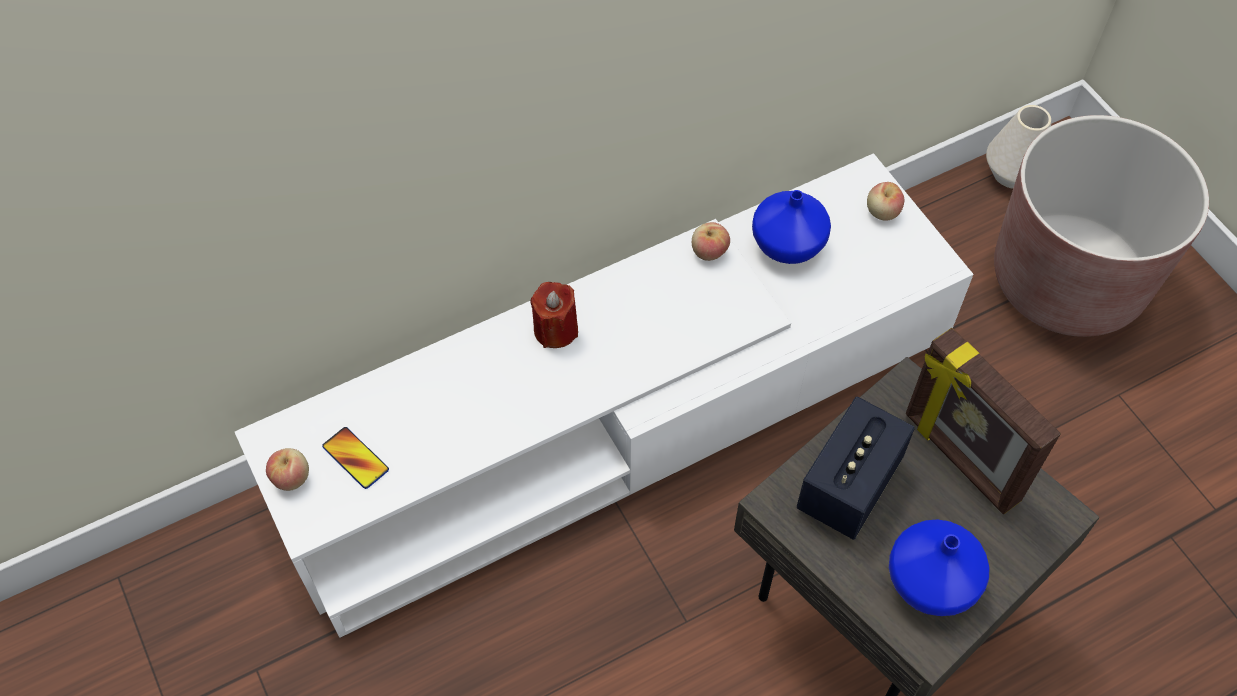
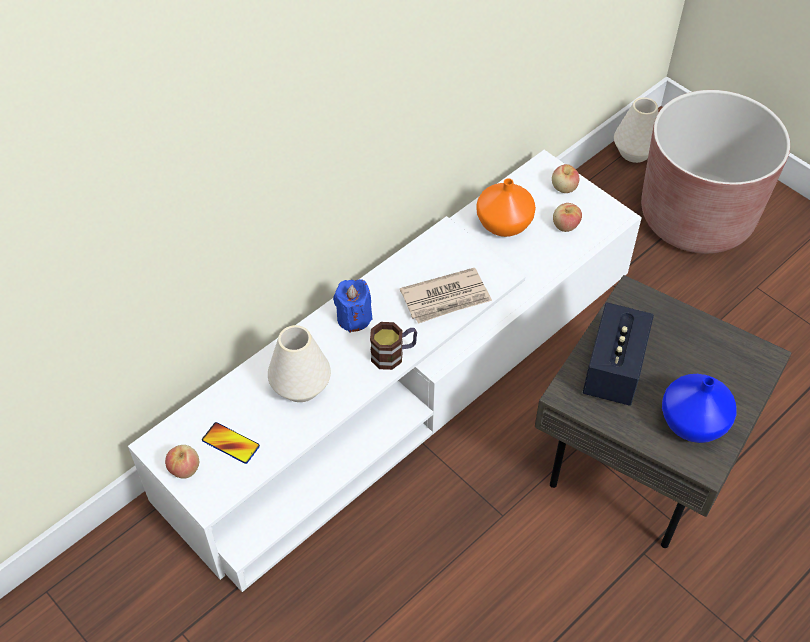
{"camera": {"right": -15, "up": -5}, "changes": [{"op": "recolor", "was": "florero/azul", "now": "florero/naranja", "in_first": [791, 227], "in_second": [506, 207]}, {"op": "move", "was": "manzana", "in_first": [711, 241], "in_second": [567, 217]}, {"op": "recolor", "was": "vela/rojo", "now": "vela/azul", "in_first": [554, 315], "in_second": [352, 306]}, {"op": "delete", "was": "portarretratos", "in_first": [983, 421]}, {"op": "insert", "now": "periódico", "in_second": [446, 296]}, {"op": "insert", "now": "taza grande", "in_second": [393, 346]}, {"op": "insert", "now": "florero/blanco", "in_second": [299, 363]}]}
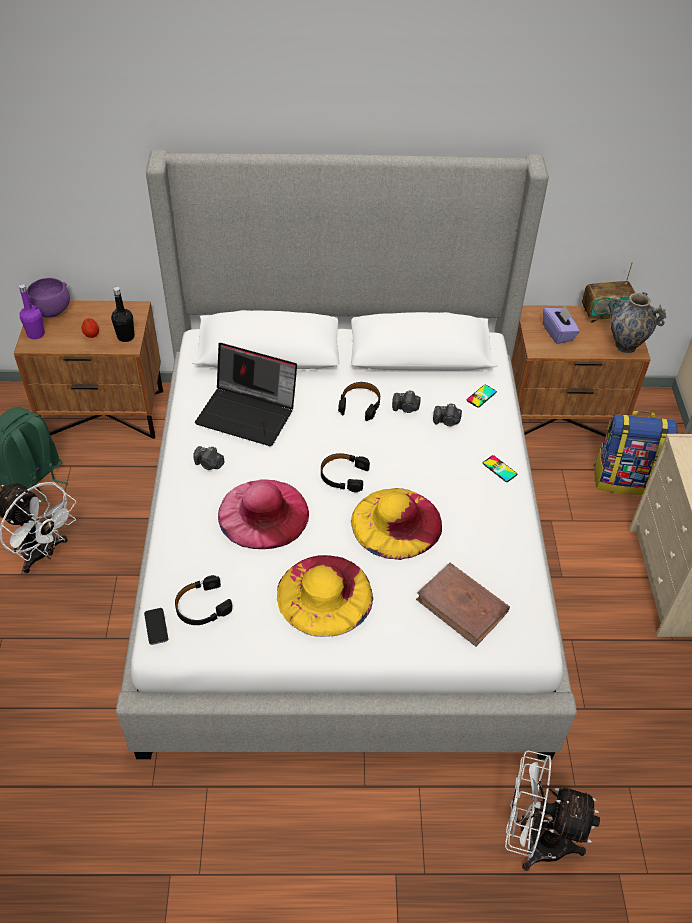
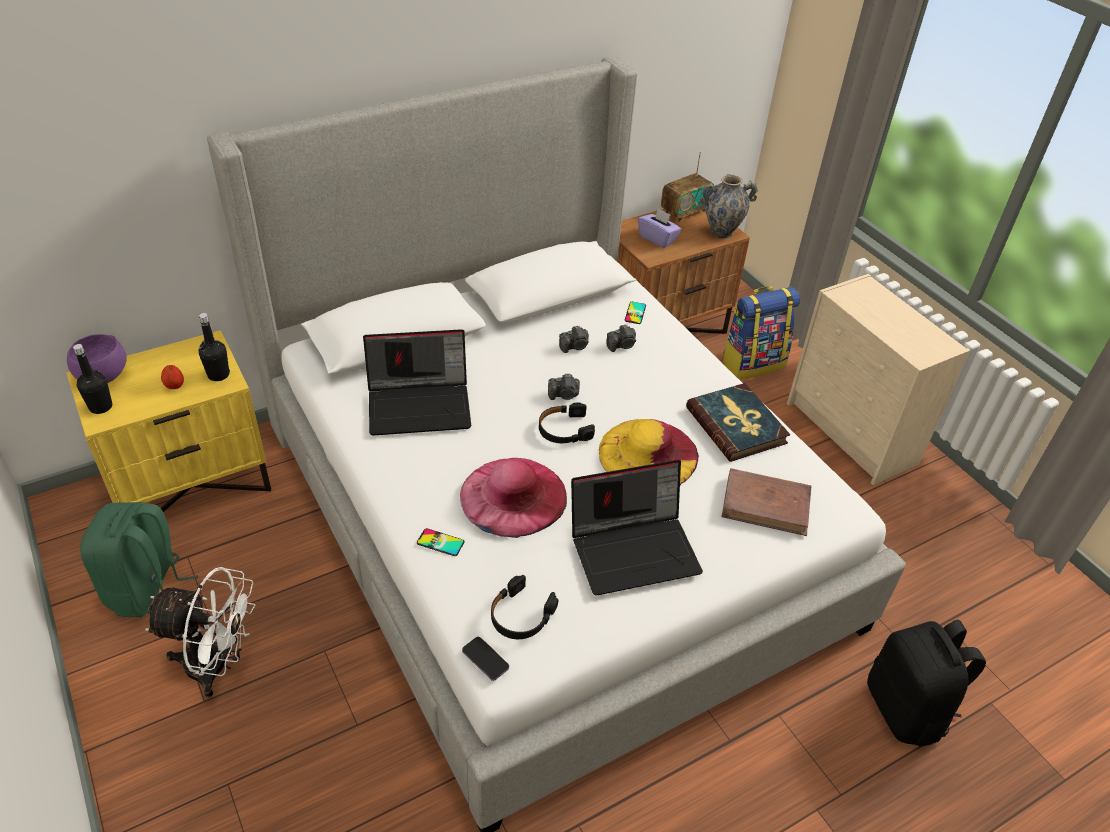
{"camera": {"right": -30, "up": -5}, "changes": [{"op": "recolor", "was": "botella/morado", "now": "botella/negro", "in_first": [32, 311], "in_second": [92, 379]}, {"op": "recolor", "was": "mesita de noche/marrón", "now": "mesita de noche/amarillo", "in_first": [88, 369], "in_second": [169, 421]}, {"op": "delete", "was": "auriculares/negro", "in_first": [359, 401]}, {"op": "move", "was": "cámara", "in_first": [209, 458], "in_second": [564, 387]}, {"op": "move", "was": "móvil", "in_first": [500, 468], "in_second": [441, 542]}, {"op": "replace", "was": "sombrero/amarillo", "now": "portátil", "in_first": [325, 596], "in_second": [637, 528]}, {"op": "replace", "was": "ventilador/blanco", "now": "mochila/negro", "in_first": [552, 811], "in_second": [926, 683]}, {"op": "insert", "now": "libro", "in_second": [738, 422]}]}
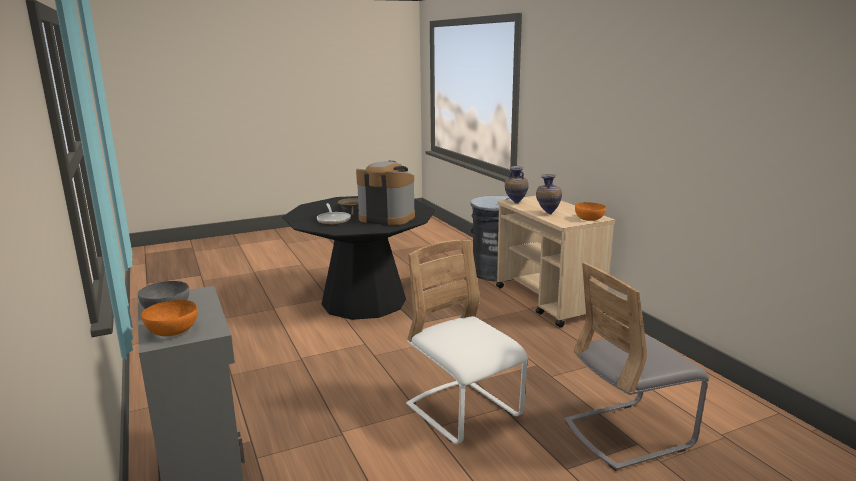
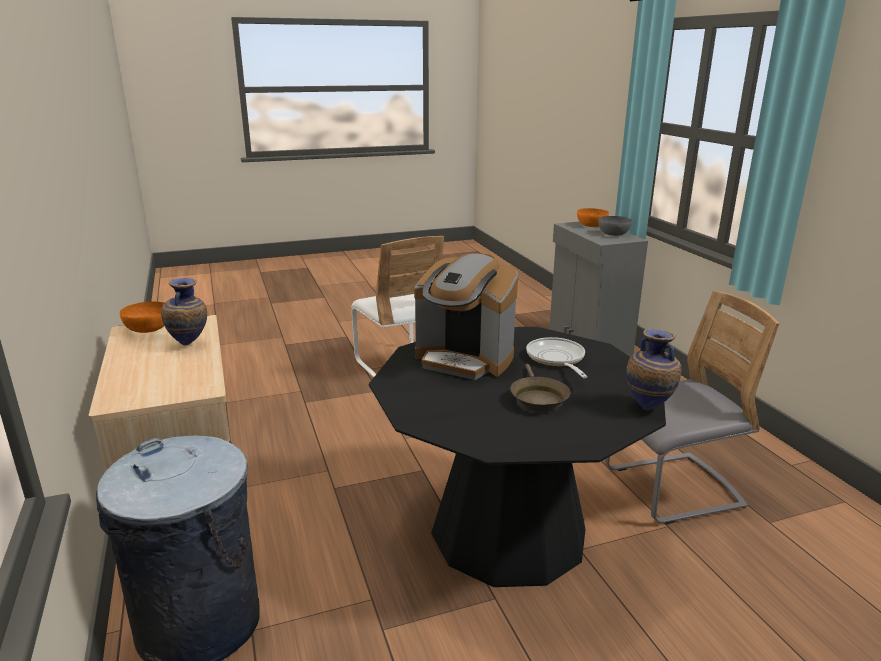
{"camera": {"right": -175, "up": 5}, "changes": [{"op": "move", "was": "florero", "in_first": [517, 184], "in_second": [654, 370]}, {"op": "move", "was": "silla/gris", "in_first": [637, 366], "in_second": [692, 407]}]}
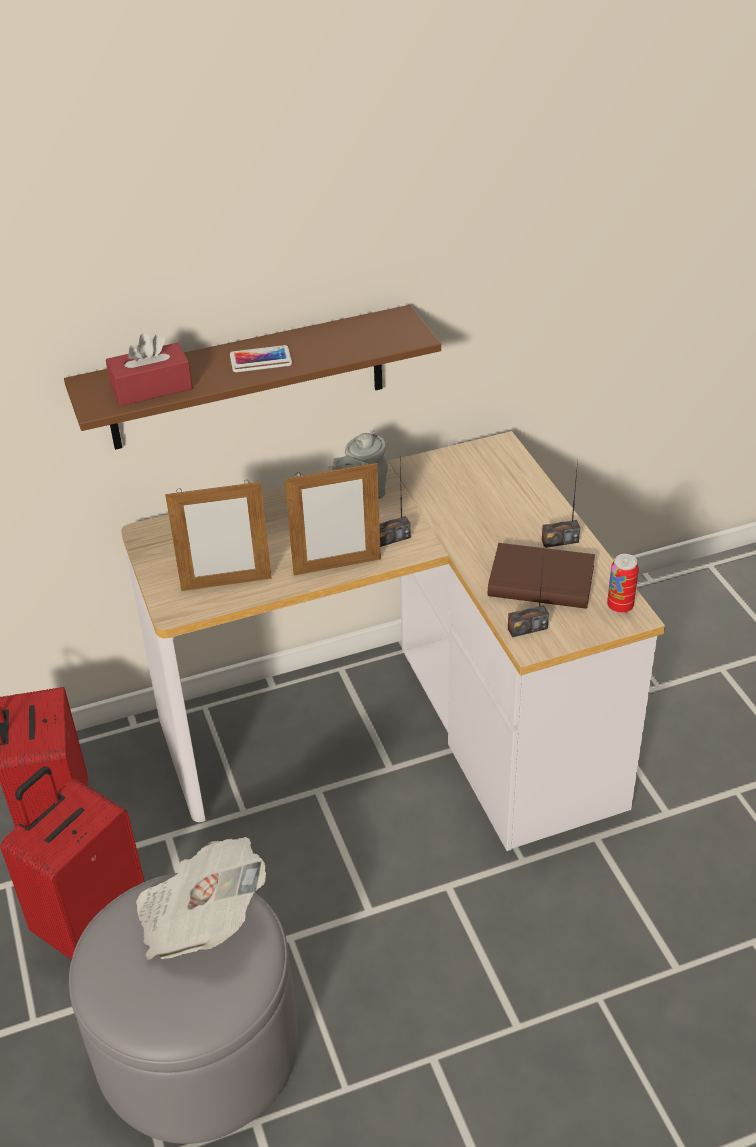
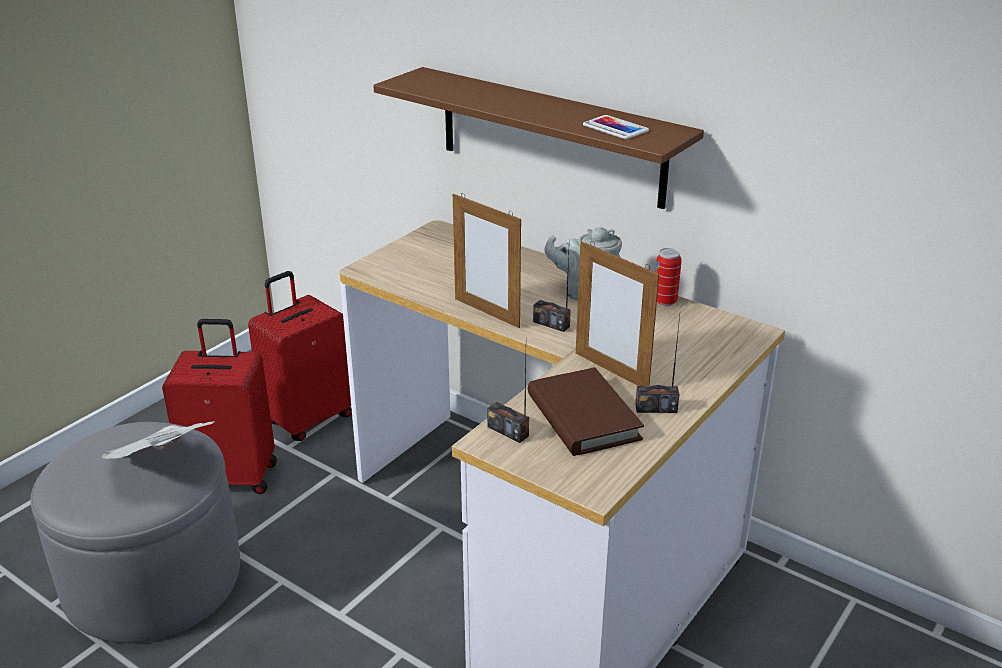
{"camera": {"right": 55, "up": -10}, "changes": [{"op": "delete", "was": "caja de pañuelos/rojo", "in_first": [149, 369]}, {"op": "move", "was": "móvil", "in_first": [261, 358], "in_second": [616, 127]}, {"op": "rotate", "was": "radio", "in_first": [561, 504], "in_second": [657, 364], "clockwise": -45}, {"op": "move", "was": "portarretratos", "in_first": [218, 535], "in_second": [617, 313]}, {"op": "move", "was": "lata", "in_first": [623, 584], "in_second": [669, 277]}]}
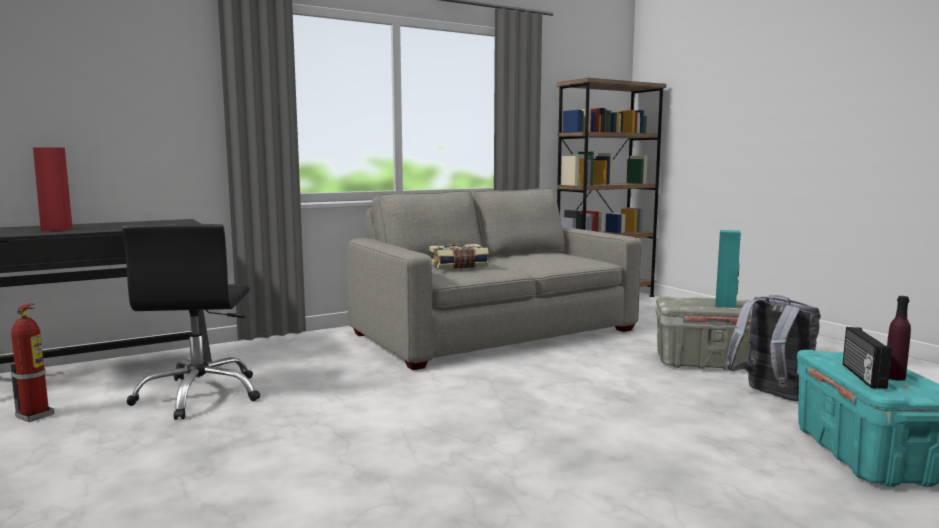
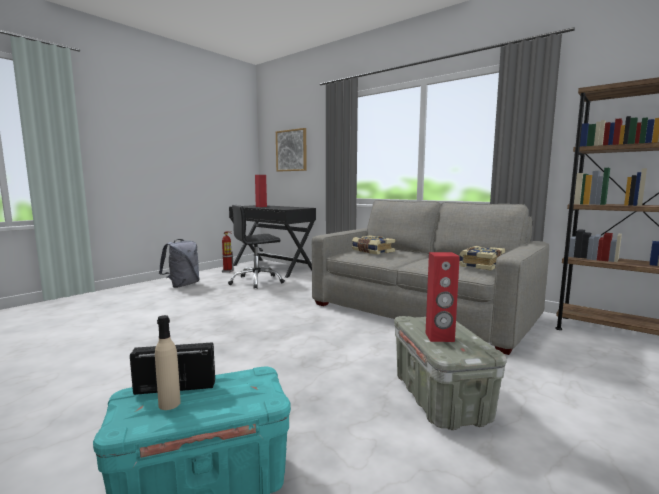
{"camera": {"right": 70, "up": 0}, "changes": [{"op": "recolor", "was": "altavoz/turquesa", "now": "altavoz/rojo", "in_first": [728, 269], "in_second": [443, 297]}, {"op": "move", "was": "mochila/gris", "in_first": [773, 348], "in_second": [179, 263]}, {"op": "recolor", "was": "botella/morado", "now": "botella/beis", "in_first": [899, 338], "in_second": [168, 362]}, {"op": "insert", "now": "cuadro", "in_second": [291, 150]}, {"op": "insert", "now": "libro", "in_second": [482, 258]}]}
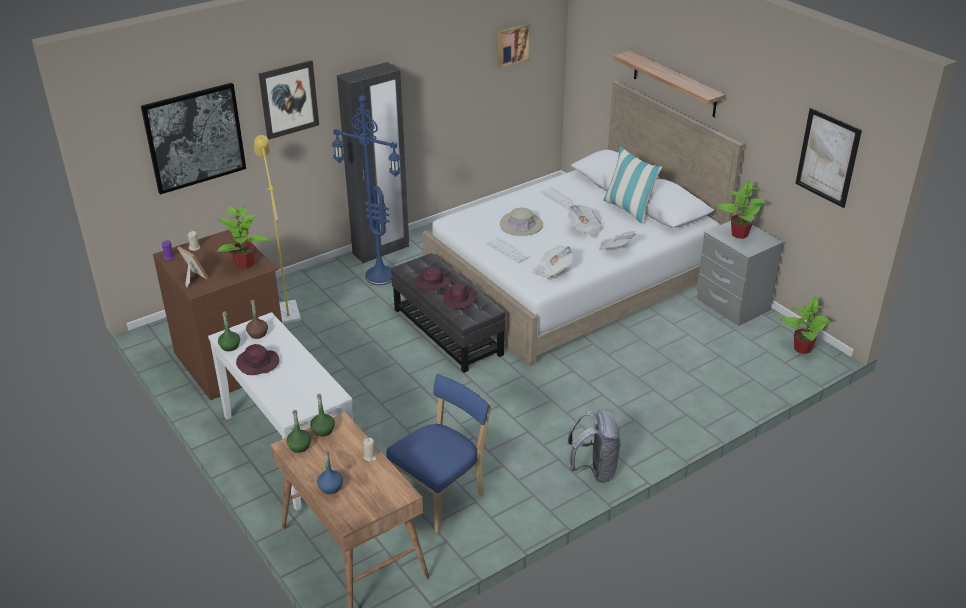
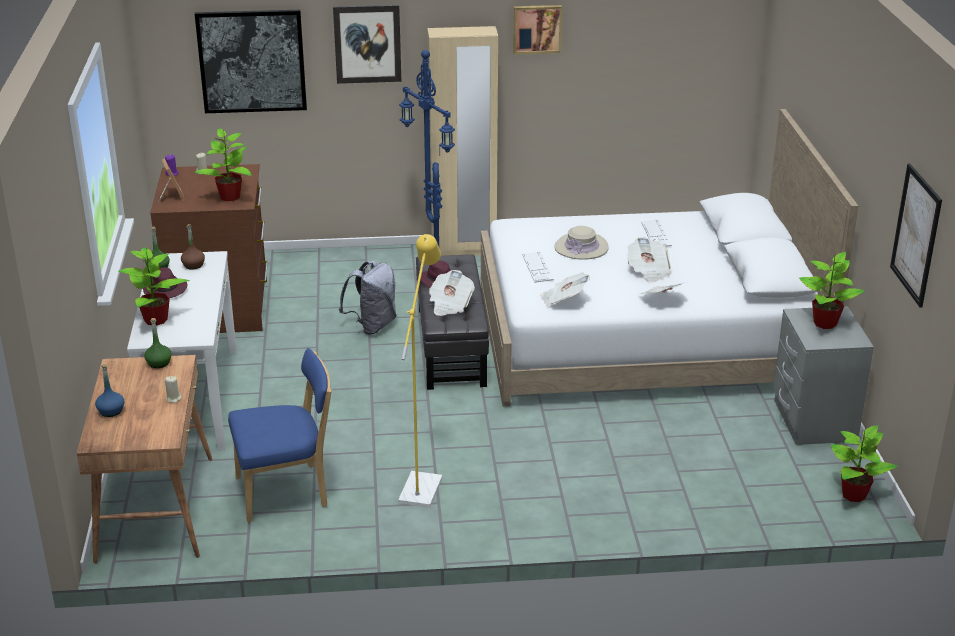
{"camera": {"right": 30, "up": -5}, "changes": [{"op": "move", "was": "cuadro", "in_first": [514, 45], "in_second": [537, 29]}, {"op": "delete", "was": "estante", "in_first": [669, 84]}, {"op": "recolor", "was": "armario ropero/negro", "now": "armario ropero/beis", "in_first": [373, 162], "in_second": [462, 141]}, {"op": "move", "was": "lámpara de pie/amarillo", "in_first": [277, 229], "in_second": [420, 371]}, {"op": "delete", "was": "cojín", "in_first": [632, 185]}, {"op": "replace", "was": "sombrero/morado", "now": "periódico", "in_first": [459, 295], "in_second": [452, 293]}, {"op": "move", "was": "mochila/gris", "in_first": [593, 446], "in_second": [367, 298]}, {"op": "delete", "was": "botella/verde", "in_first": [298, 431]}, {"op": "insert", "now": "planta en maceta", "in_second": [154, 286]}]}
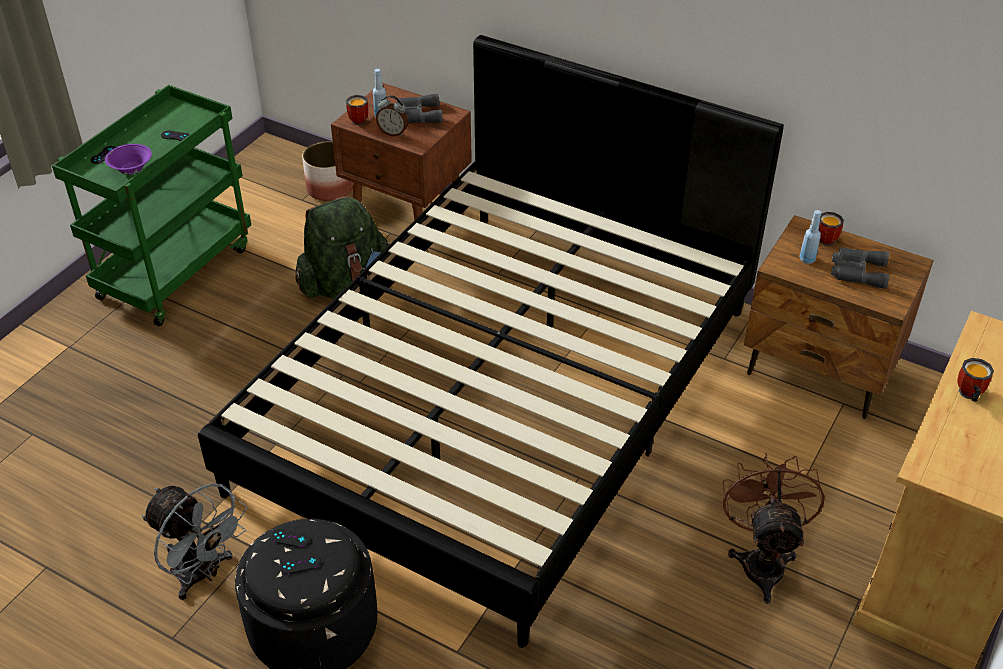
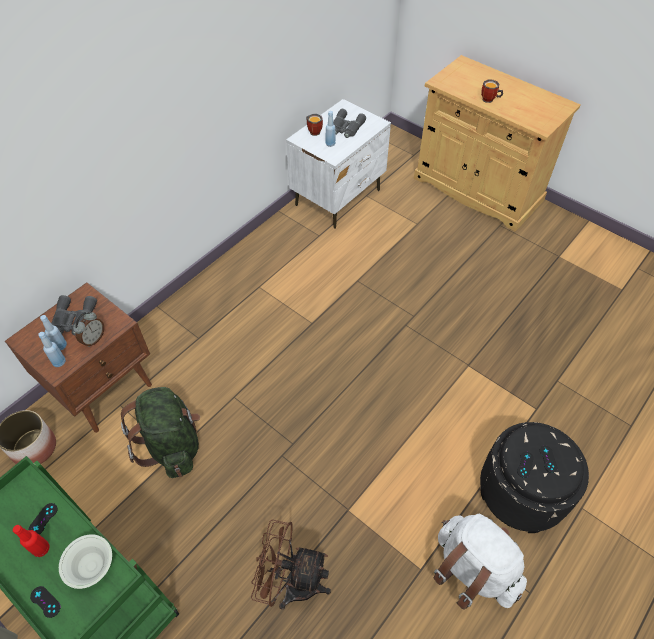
{"camera": {"right": -80, "up": 10}, "changes": [{"op": "delete", "was": "cama/negro", "in_first": [491, 341]}, {"op": "replace", "was": "taza grande", "now": "botella/azul", "in_first": [357, 110], "in_second": [52, 349]}, {"op": "recolor", "was": "cuenco/morado", "now": "cuenco/blanco", "in_first": [128, 159], "in_second": [85, 561]}, {"op": "recolor", "was": "mesita de noche/marrón", "now": "mesita de noche/blanco", "in_first": [839, 317], "in_second": [338, 164]}, {"op": "move", "was": "ventilador/marrón", "in_first": [774, 528], "in_second": [291, 564]}, {"op": "replace", "was": "ventilador/gris", "now": "mochila/blanco", "in_first": [194, 541], "in_second": [480, 562]}, {"op": "insert", "now": "botella/rojo", "in_second": [31, 541]}]}
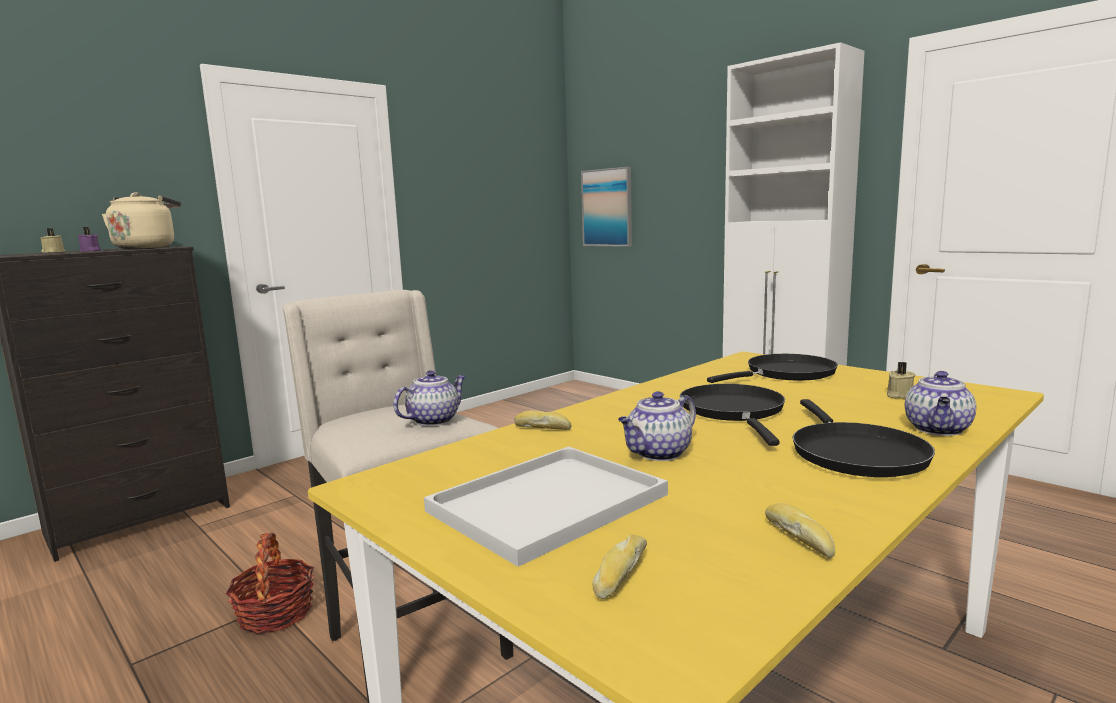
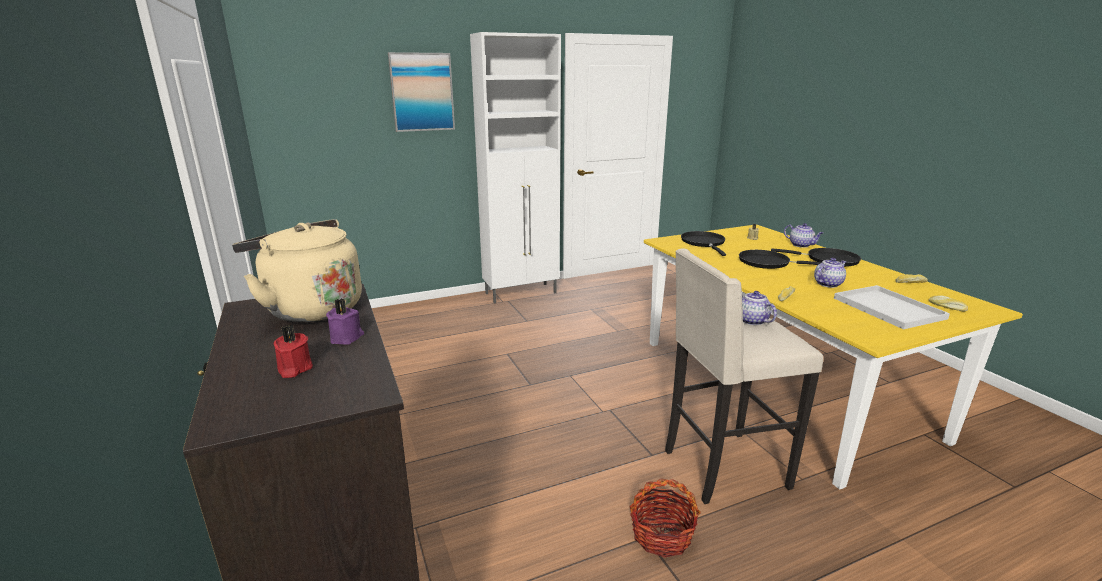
{"camera": {"right": -70, "up": 10}, "changes": [{"op": "move", "was": "cuadro", "in_first": [606, 207], "in_second": [421, 92]}, {"op": "recolor", "was": "vela/beis", "now": "vela/rojo", "in_first": [53, 240], "in_second": [293, 351]}, {"op": "rotate", "was": "tetera", "in_first": [657, 426], "in_second": [830, 273], "clockwise": -105}]}
